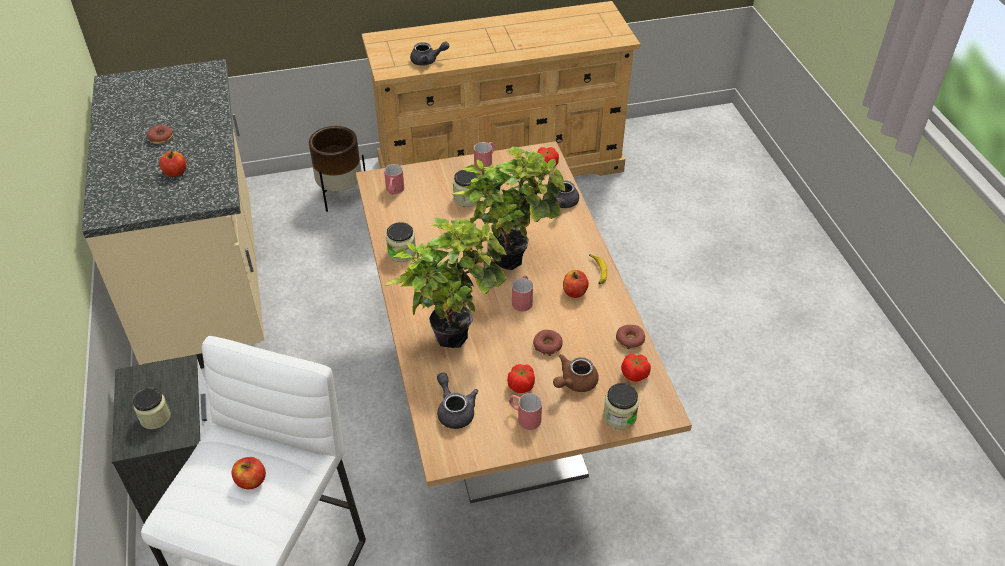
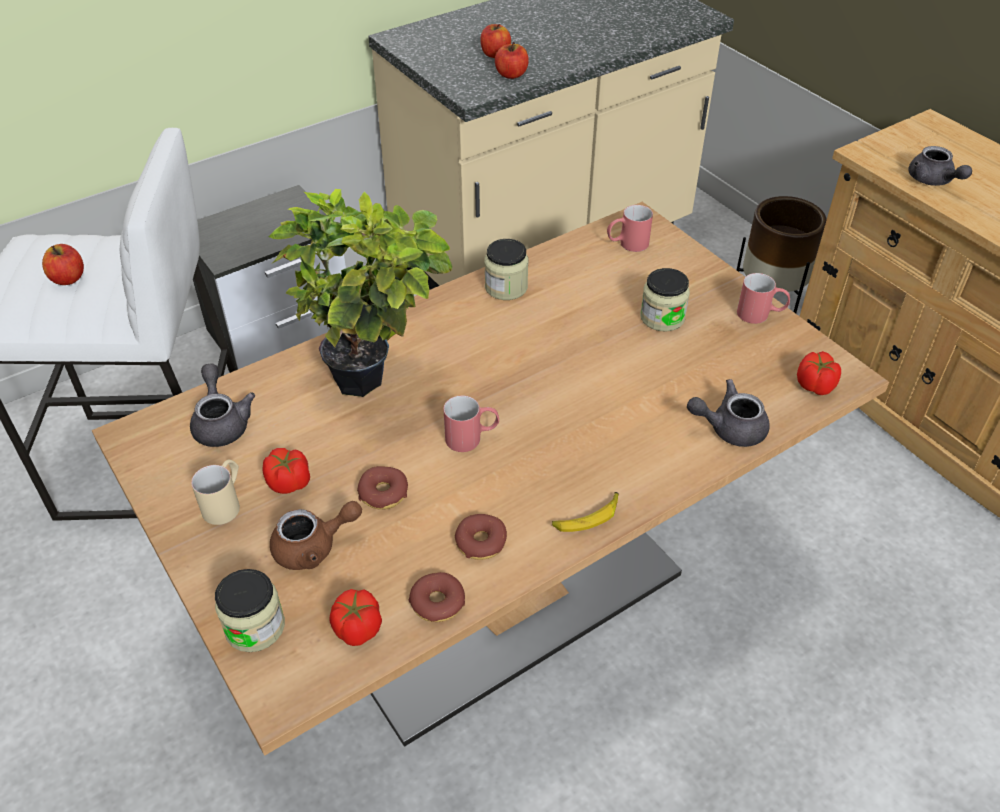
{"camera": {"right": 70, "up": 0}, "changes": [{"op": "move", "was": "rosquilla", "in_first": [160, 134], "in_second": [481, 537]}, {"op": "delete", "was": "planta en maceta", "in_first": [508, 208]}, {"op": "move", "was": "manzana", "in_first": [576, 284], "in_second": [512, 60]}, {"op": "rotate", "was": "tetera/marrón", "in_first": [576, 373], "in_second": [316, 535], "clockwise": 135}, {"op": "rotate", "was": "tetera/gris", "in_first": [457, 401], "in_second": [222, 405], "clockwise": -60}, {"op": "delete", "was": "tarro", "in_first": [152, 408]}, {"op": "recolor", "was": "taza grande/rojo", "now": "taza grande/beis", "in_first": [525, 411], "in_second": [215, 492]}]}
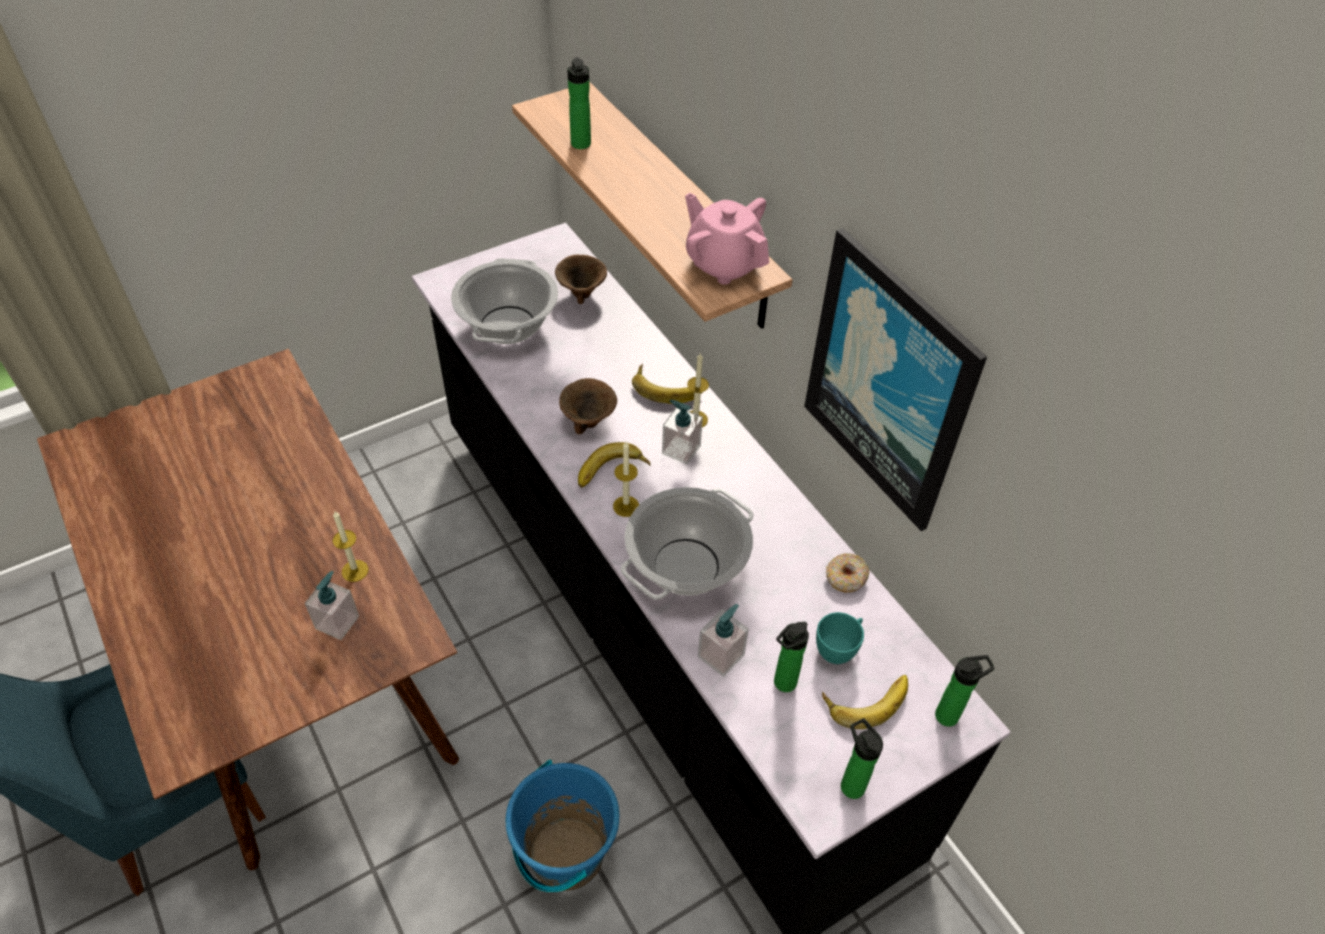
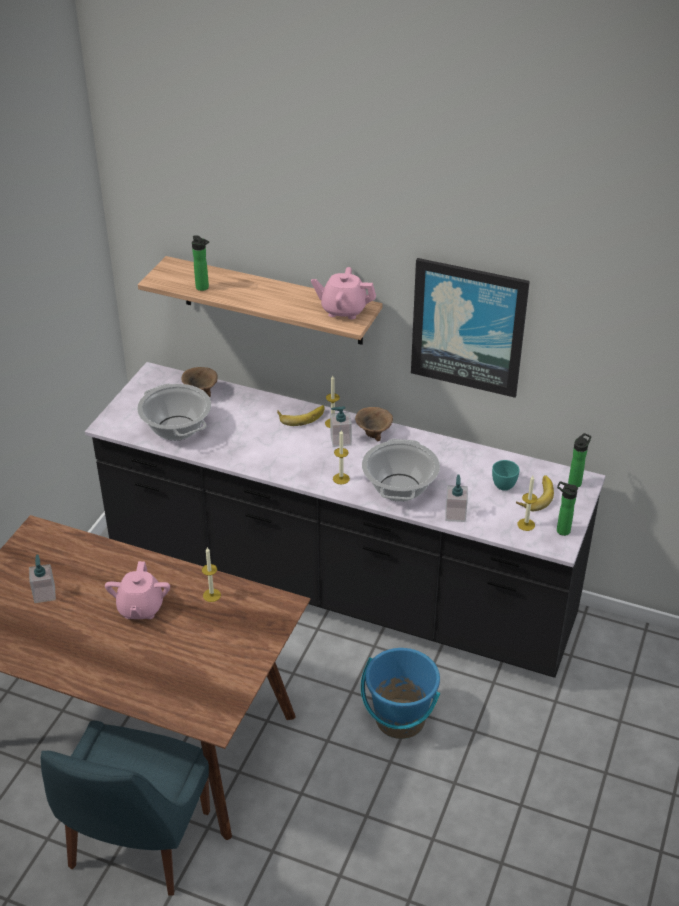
{"camera": {"right": -35, "up": -10}, "changes": [{"op": "move", "was": "cuenco/marrón", "in_first": [588, 406], "in_second": [374, 424]}, {"op": "delete", "was": "plátano", "in_first": [614, 465]}, {"op": "delete", "was": "rosquilla", "in_first": [847, 572]}, {"op": "move", "was": "dispensador de jabón", "in_first": [332, 605], "in_second": [42, 578]}, {"op": "delete", "was": "botella", "in_first": [791, 657]}, {"op": "insert", "now": "vela", "in_second": [527, 503]}, {"op": "insert", "now": "tetera/rosa", "in_second": [137, 590]}]}
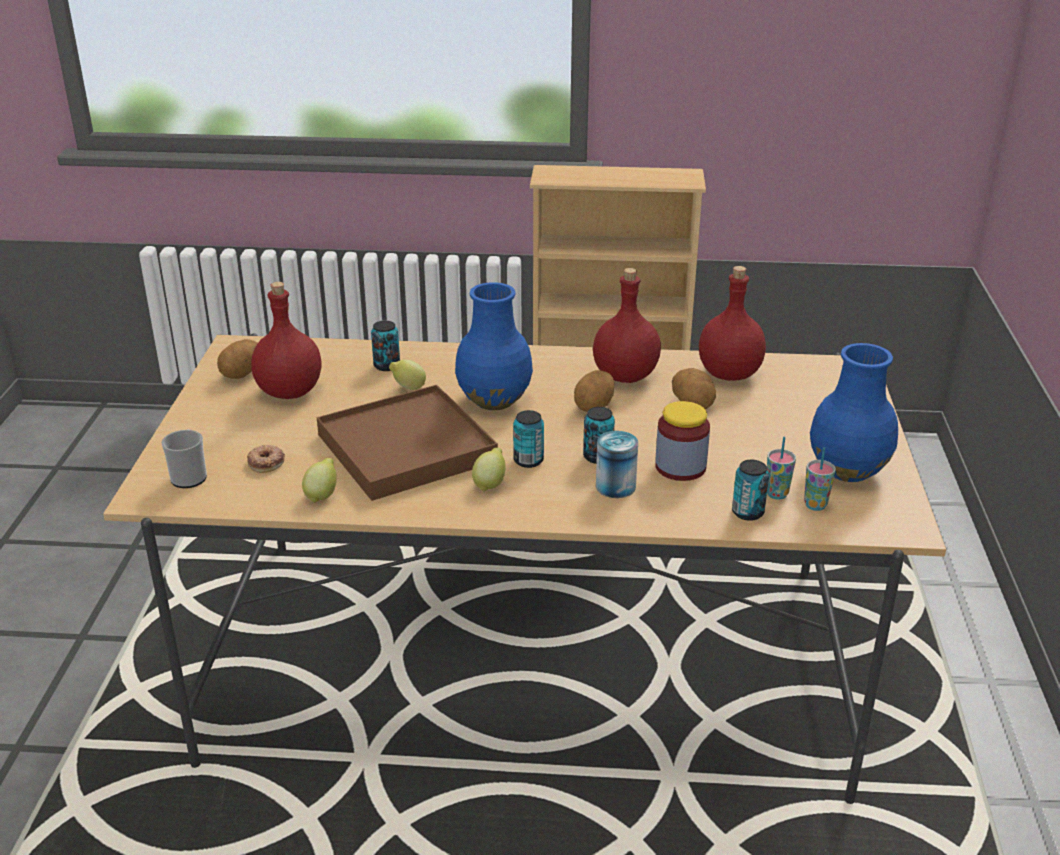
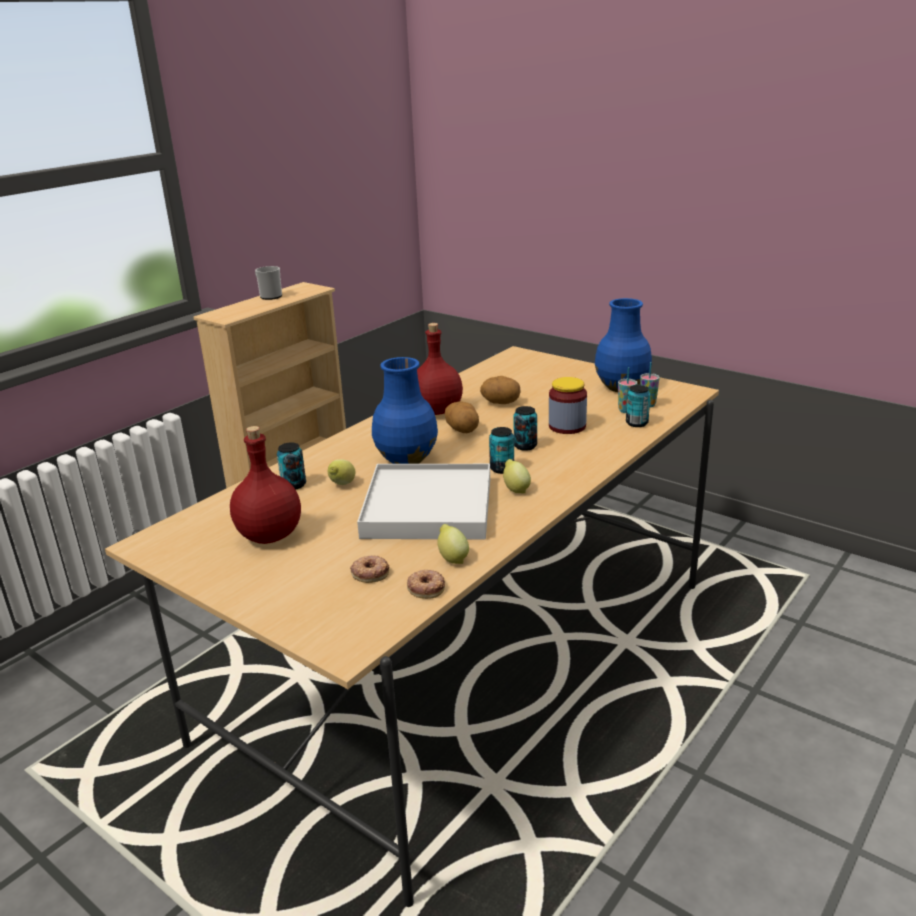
{"camera": {"right": -55, "up": -5}, "changes": [{"op": "delete", "was": "botella/rojo", "in_first": [732, 323]}, {"op": "delete", "was": "patata", "in_first": [237, 359]}, {"op": "recolor", "was": "bandeja/marrón", "now": "bandeja/blanco", "in_first": [407, 443], "in_second": [423, 502]}, {"op": "move", "was": "taza grande", "in_first": [184, 458], "in_second": [268, 283]}, {"op": "delete", "was": "lata", "in_first": [617, 464]}, {"op": "insert", "now": "rosquilla", "in_second": [426, 584]}]}
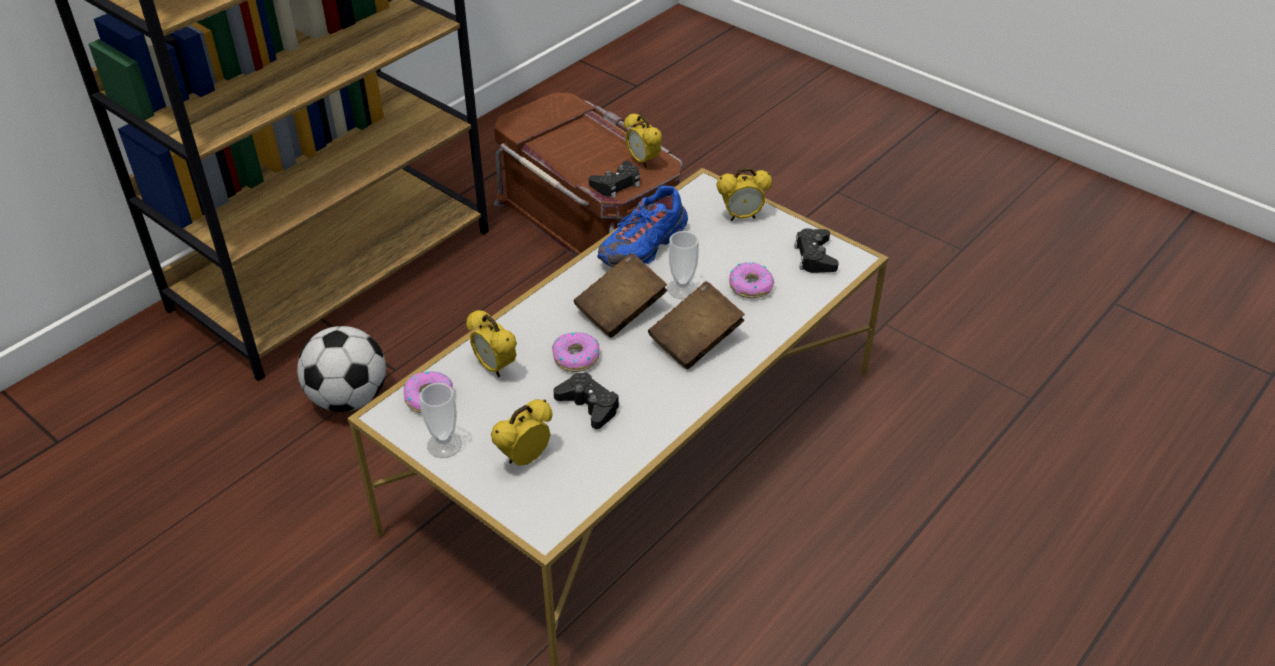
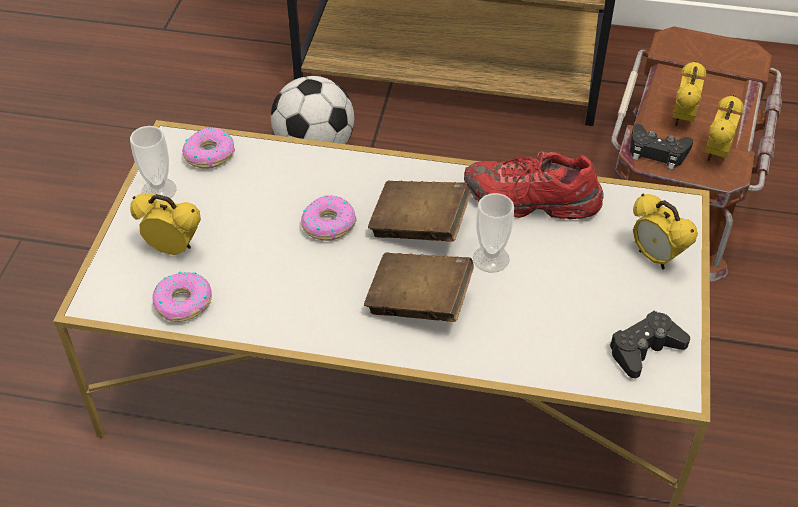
{"camera": {"right": 60, "up": 5}, "changes": [{"op": "recolor", "was": "zapato/azul", "now": "zapato/rojo", "in_first": [642, 226], "in_second": [534, 185]}, {"op": "move", "was": "rosquilla", "in_first": [751, 280], "in_second": [182, 297]}, {"op": "move", "was": "despertador", "in_first": [491, 343], "in_second": [689, 93]}, {"op": "delete", "was": "mando de consola/negro", "in_first": [586, 400]}]}
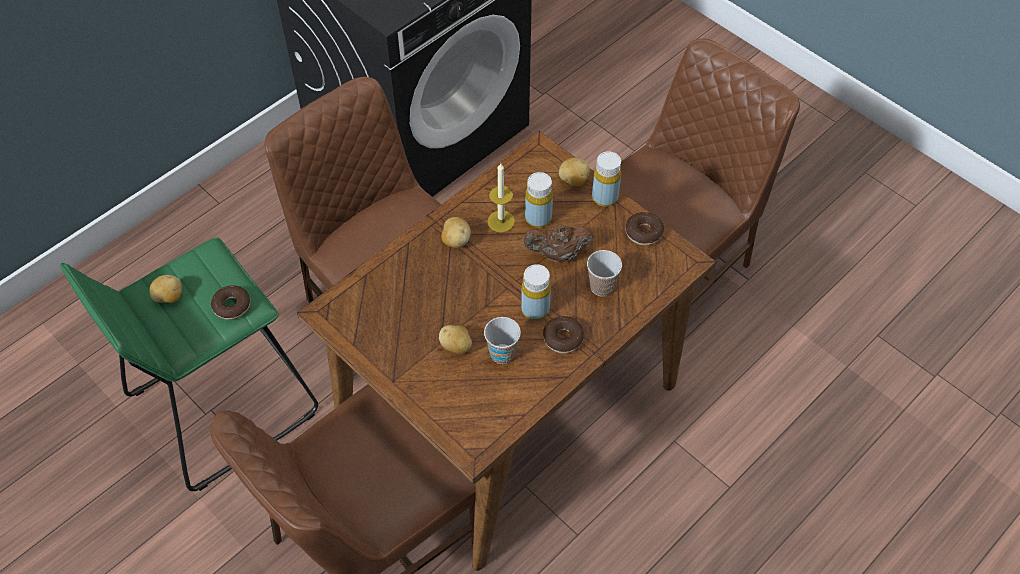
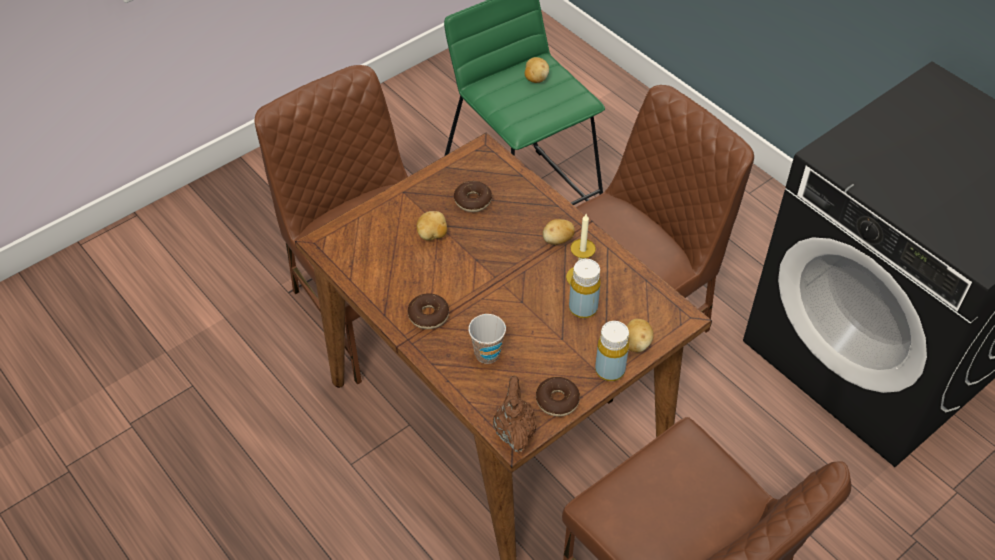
{"camera": {"right": 95, "up": -5}, "changes": [{"op": "move", "was": "tetera/marrón", "in_first": [559, 243], "in_second": [515, 414]}, {"op": "delete", "was": "botella/amarillo", "in_first": [536, 292]}, {"op": "move", "was": "rosquilla", "in_first": [230, 302], "in_second": [473, 196]}, {"op": "delete", "was": "taza", "in_first": [502, 340]}]}
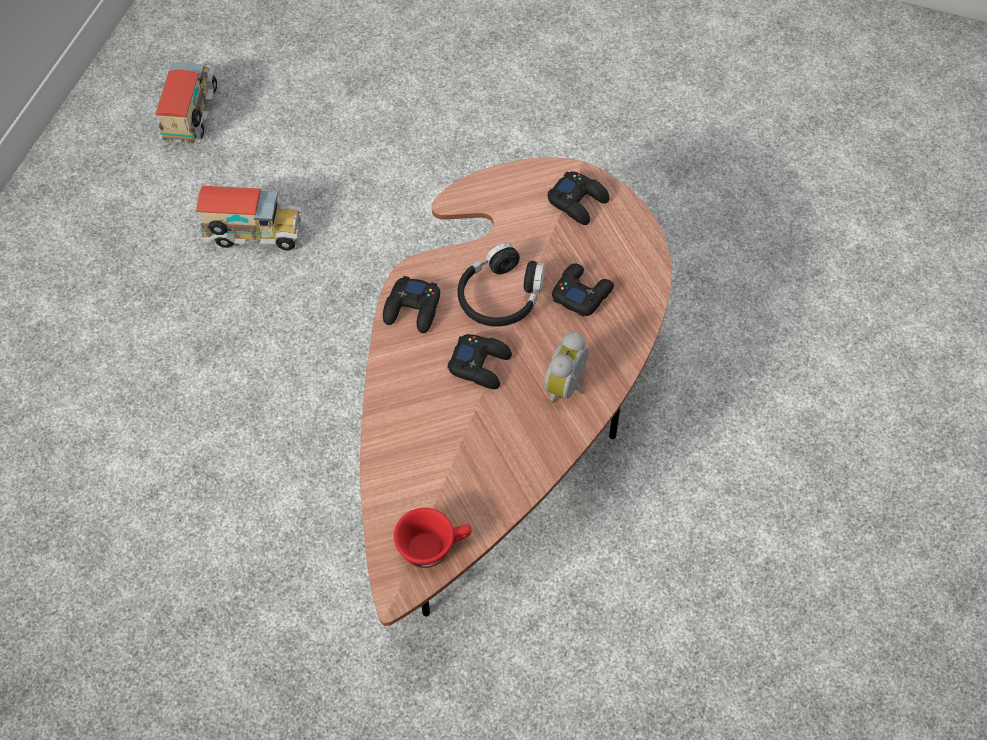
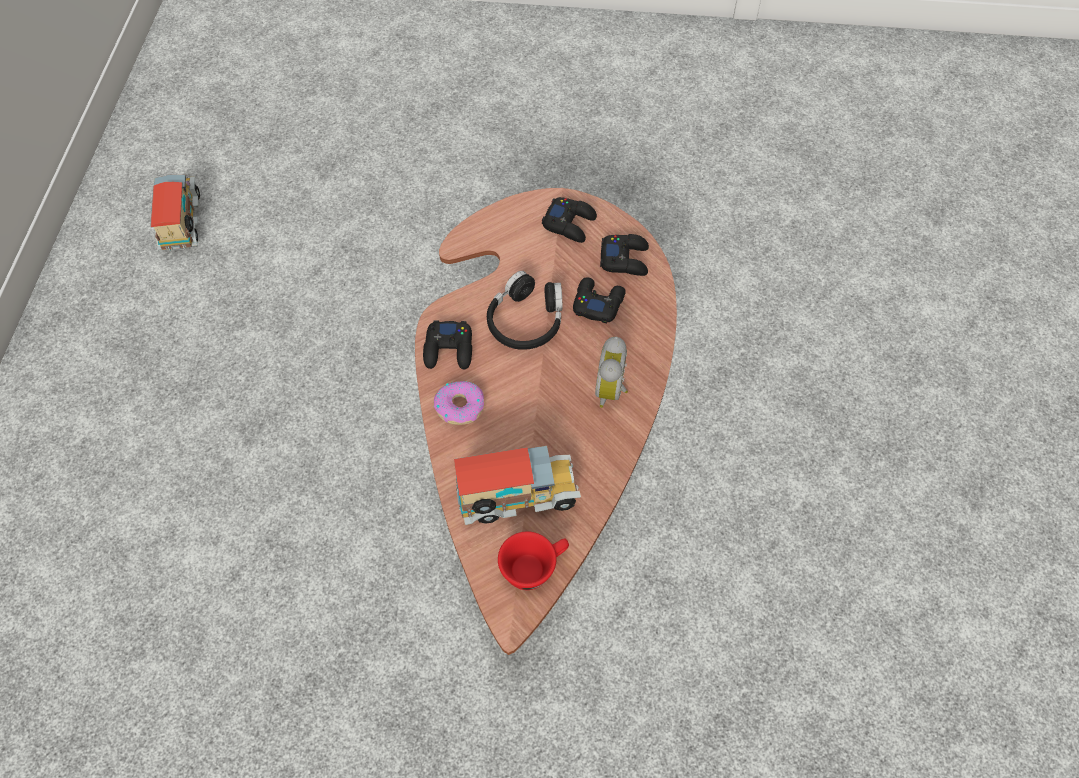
{"camera": {"right": -15, "up": 0}, "changes": [{"op": "move", "was": "camión de juguete", "in_first": [249, 218], "in_second": [517, 485]}, {"op": "move", "was": "mando de consola/negro", "in_first": [480, 361], "in_second": [624, 255]}, {"op": "insert", "now": "rosquilla", "in_second": [458, 403]}]}
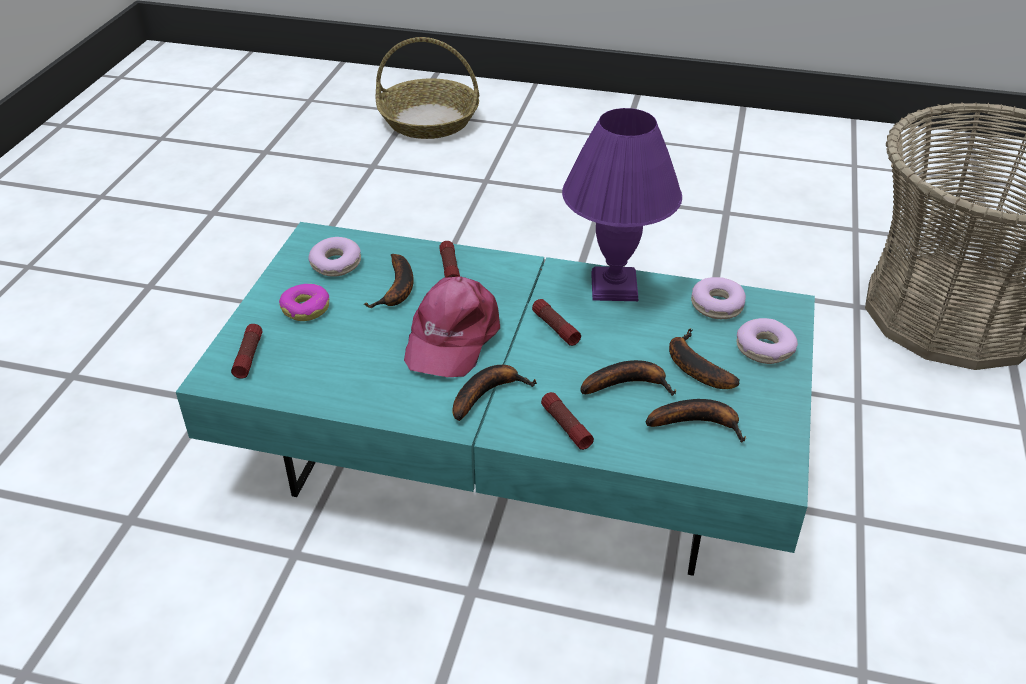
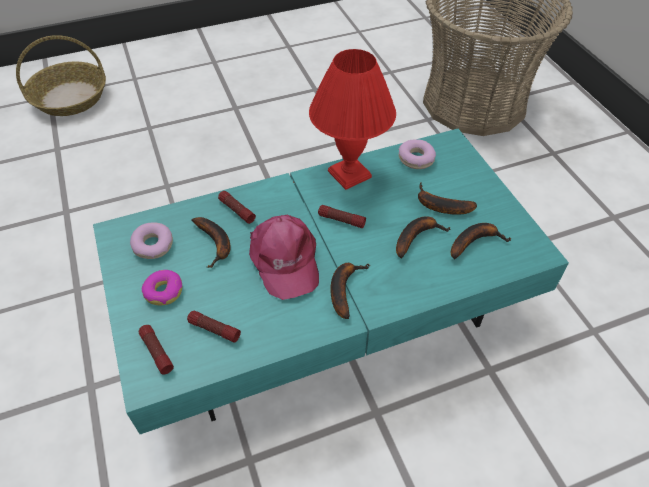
{"camera": {"right": -35, "up": 10}, "changes": [{"op": "recolor", "was": "lámpara de mesa/morado", "now": "lámpara de mesa/rojo", "in_first": [622, 204], "in_second": [352, 119]}, {"op": "delete", "was": "rosquilla", "in_first": [767, 341]}, {"op": "move", "was": "linterna", "in_first": [567, 421], "in_second": [214, 326]}]}
